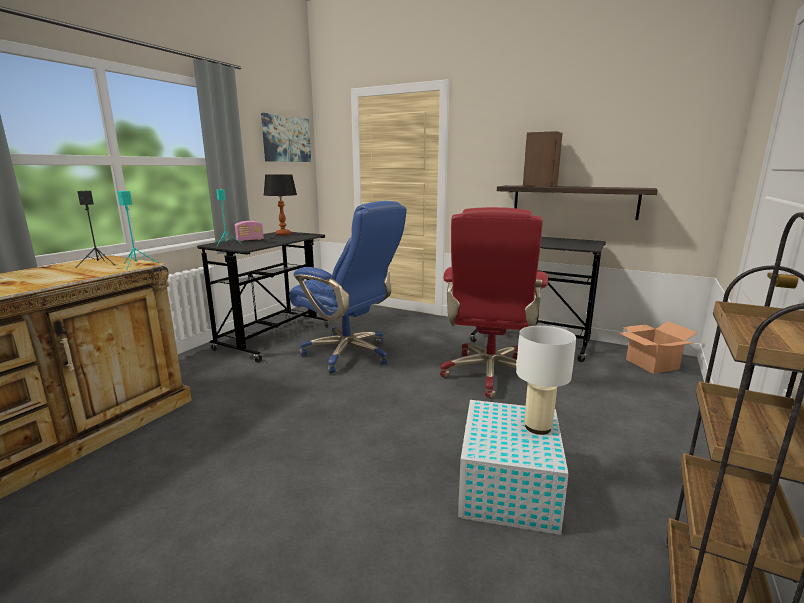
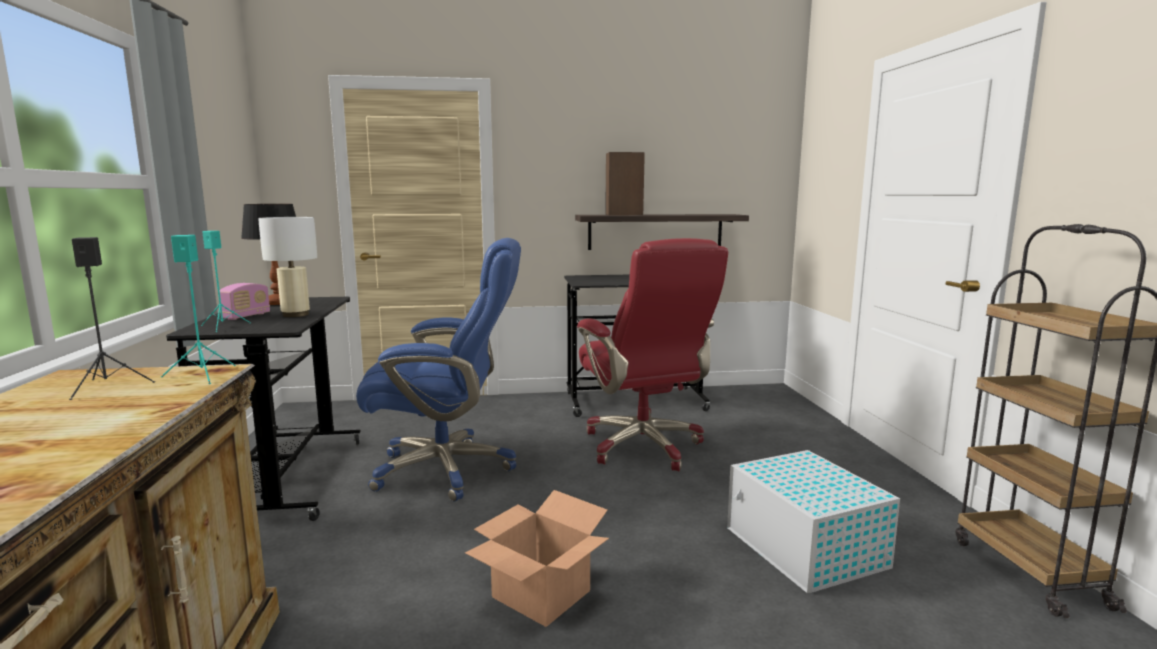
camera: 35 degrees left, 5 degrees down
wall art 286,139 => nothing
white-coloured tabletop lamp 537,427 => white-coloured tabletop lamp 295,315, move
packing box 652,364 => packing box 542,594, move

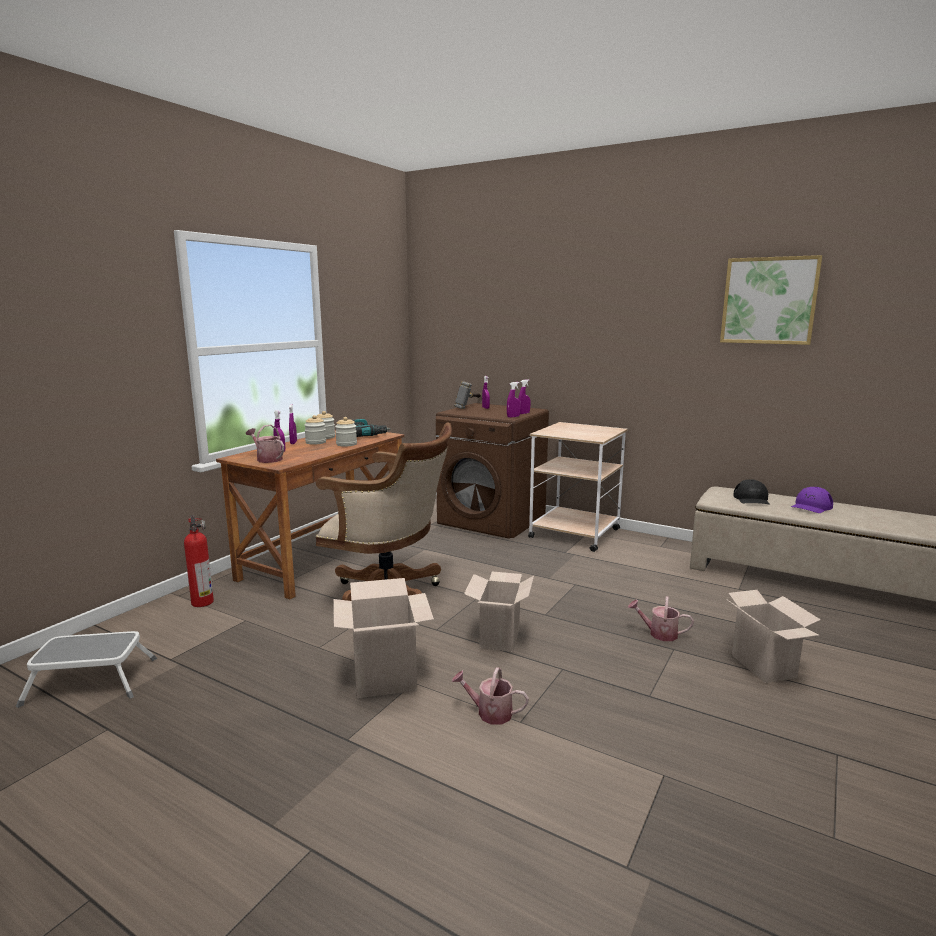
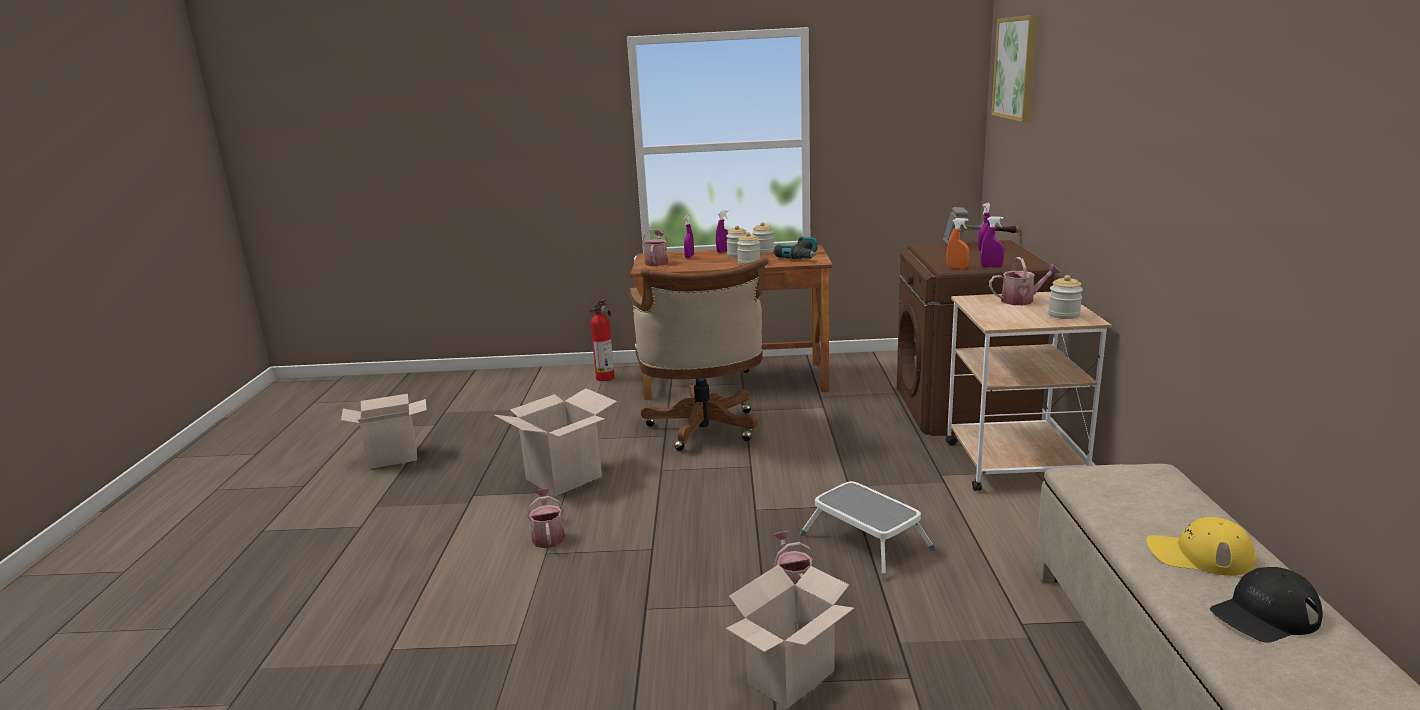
camera: 60 degrees right, 5 degrees up
greyish step stool 91,681 => greyish step stool 866,542, move
packing box 498,636 => packing box 395,457, move
purple-coloured sprayer 513,417 => orange-coloured sprayer 957,268
wall art 769,301 => wall art 1016,68, move
black-coloured baseball cap 752,499 => black-coloured baseball cap 1265,615, move
purple-coloured baseball cap 811,507 => yellow baseball cap 1199,555
nothing => sprinkling can 1022,300
nothing => preserve jar 1063,315

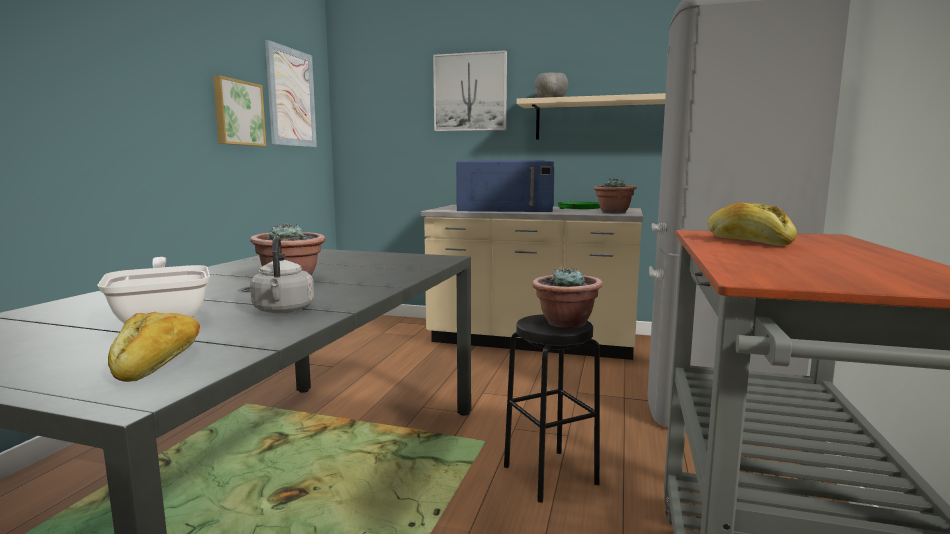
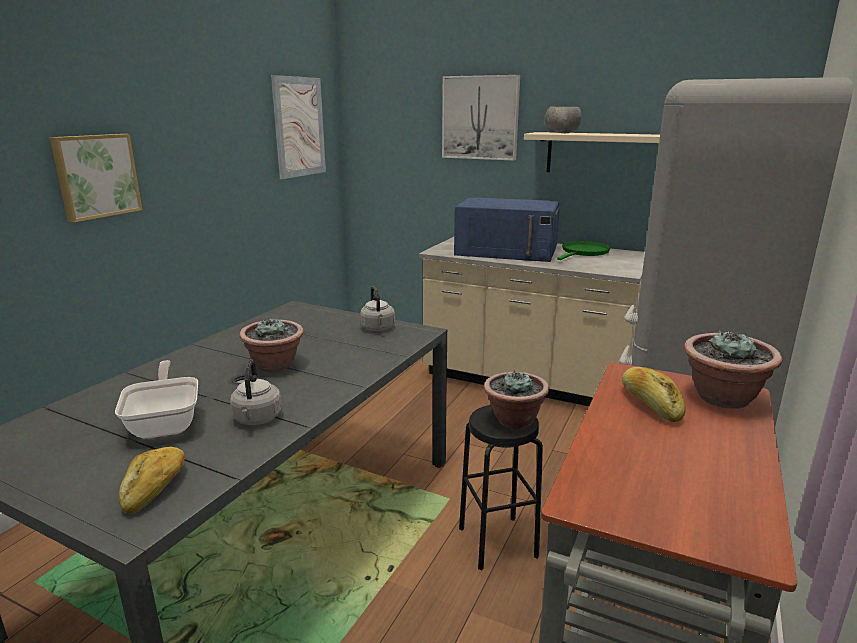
camera: 10 degrees right, 10 degrees up
wall art 238,113 => wall art 96,176, move
potted plant 613,212 => potted plant 723,398, move
nothing => greyish water kettle 378,328

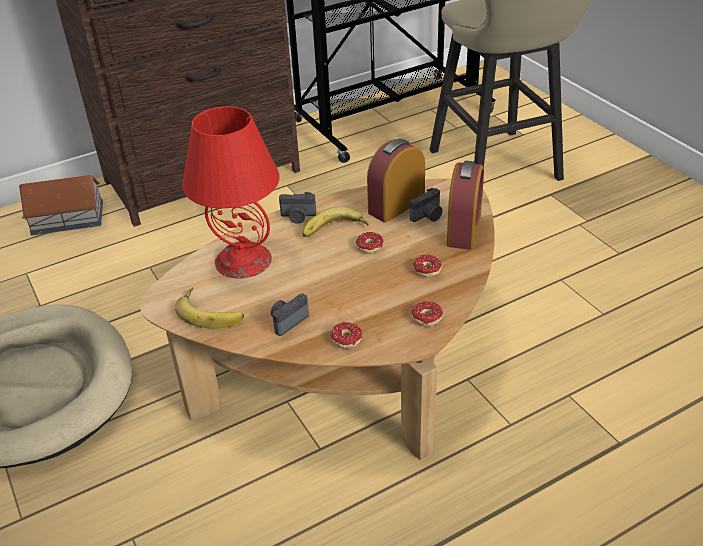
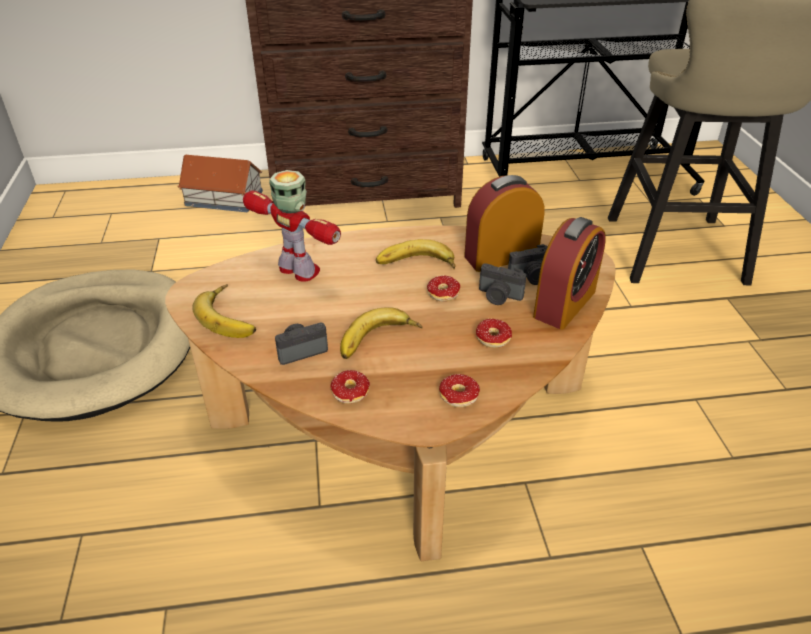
camera: 20 degrees right, 0 degrees up
reddish tabletop lamp 242,260 => model robot 299,271
photo camera 298,217 => photo camera 499,296, move
nothing => banana 379,341

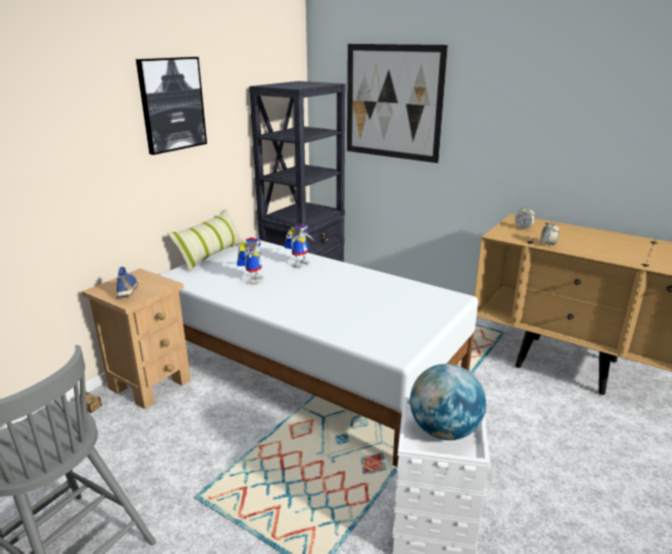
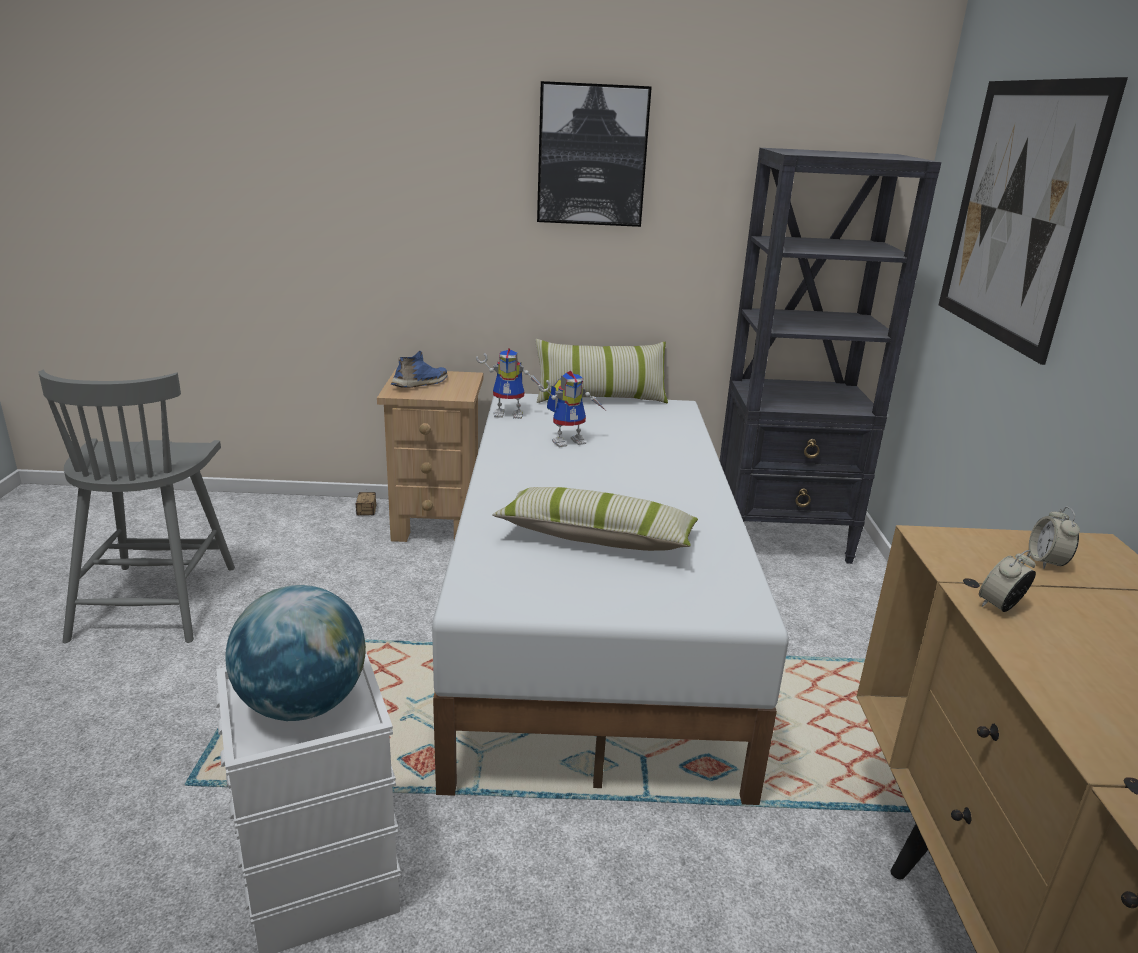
camera: 55 degrees right, 0 degrees up
model robot 300,263 => model robot 511,414, move
nothing => cushion 597,537

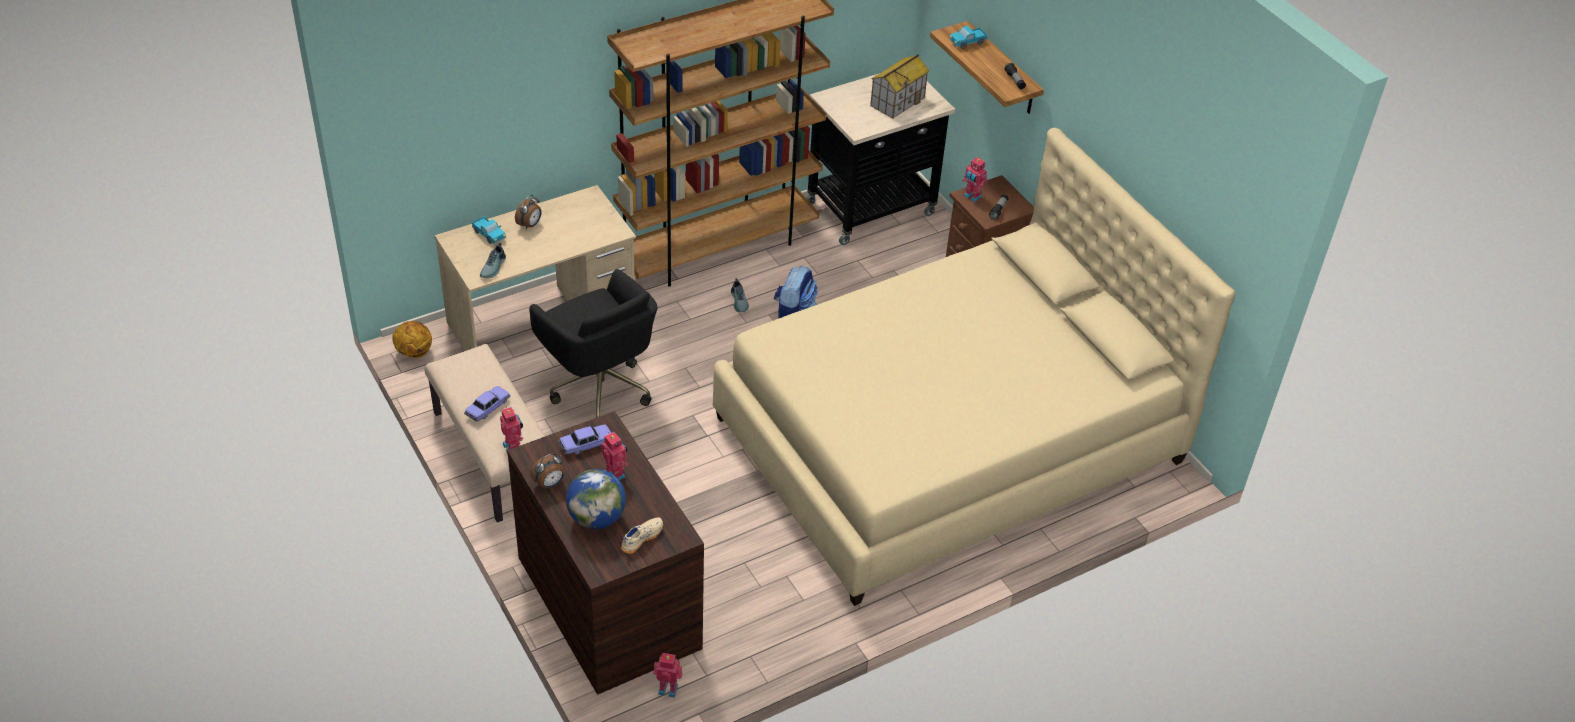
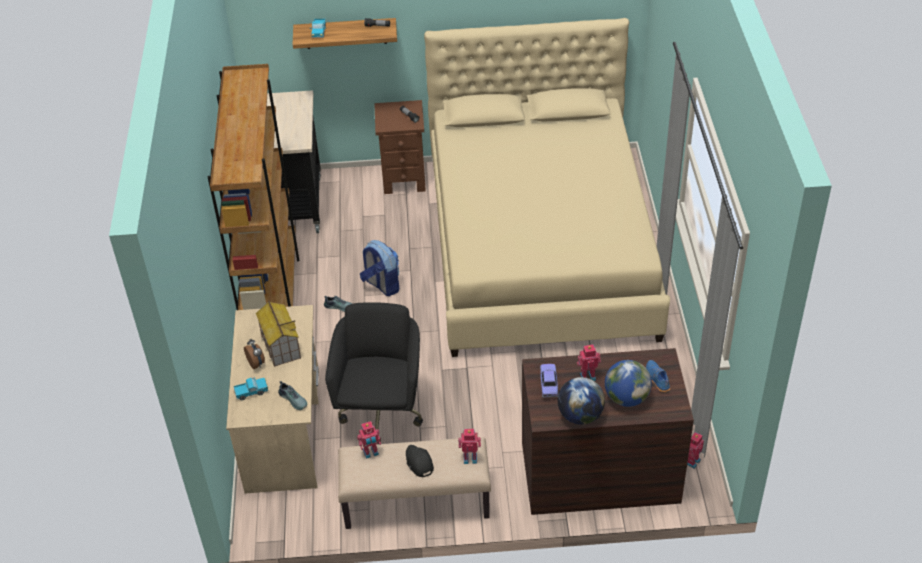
camera: 60 degrees left, 0 degrees up
ball for basketball 414,352 => nothing
model car 488,408 => black-coloured baseball cap 418,463
black-coloured office chair 598,389 => black-coloured office chair 381,416, 75 degrees counterclockwise
alarm clock 550,484 => world globe 580,415
beige low shoe 641,538 => bluish low shoe 656,379
toy house 897,101 => toy house 280,346, move
model robot 972,196 => model robot 371,453, move

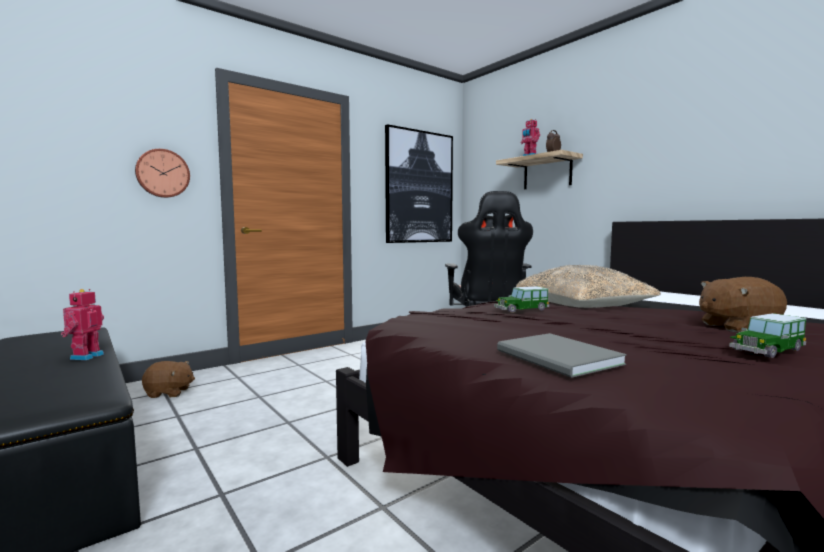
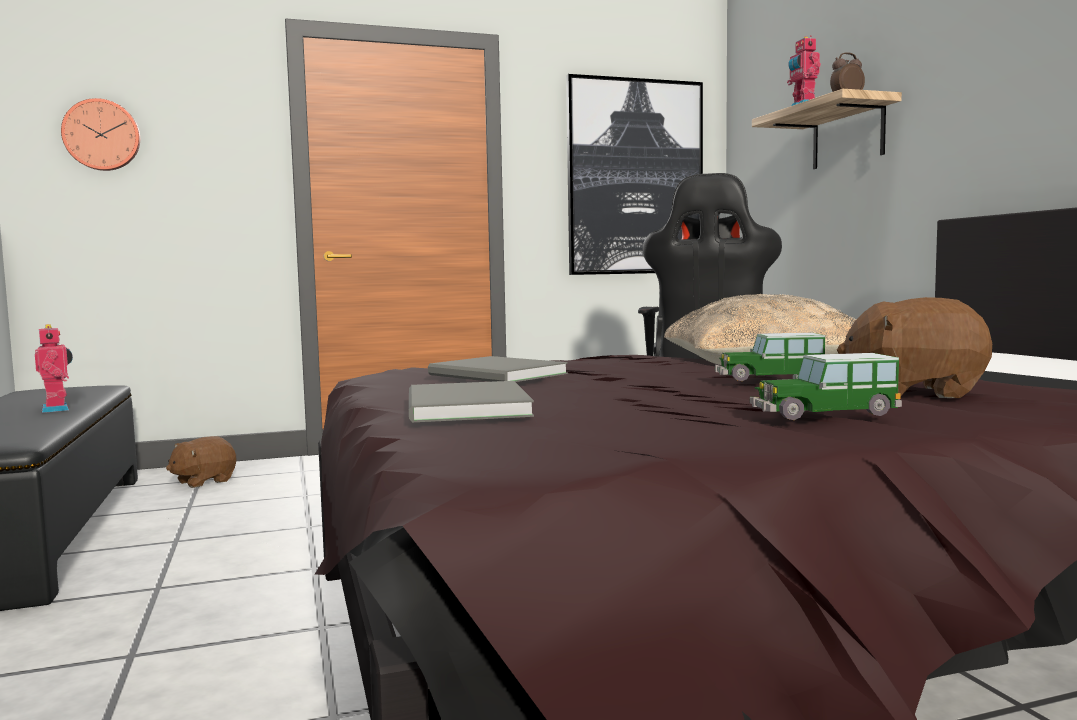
camera: 20 degrees right, 0 degrees up
model robot 85,356 => model robot 58,409, 120 degrees clockwise
hanging clock 162,173 => hanging clock 102,135, move
brown plush toy 169,393 => brown plush toy 203,481, 120 degrees clockwise
model car 521,309 => model car 769,378, move
nothing => greyish bound book 497,375

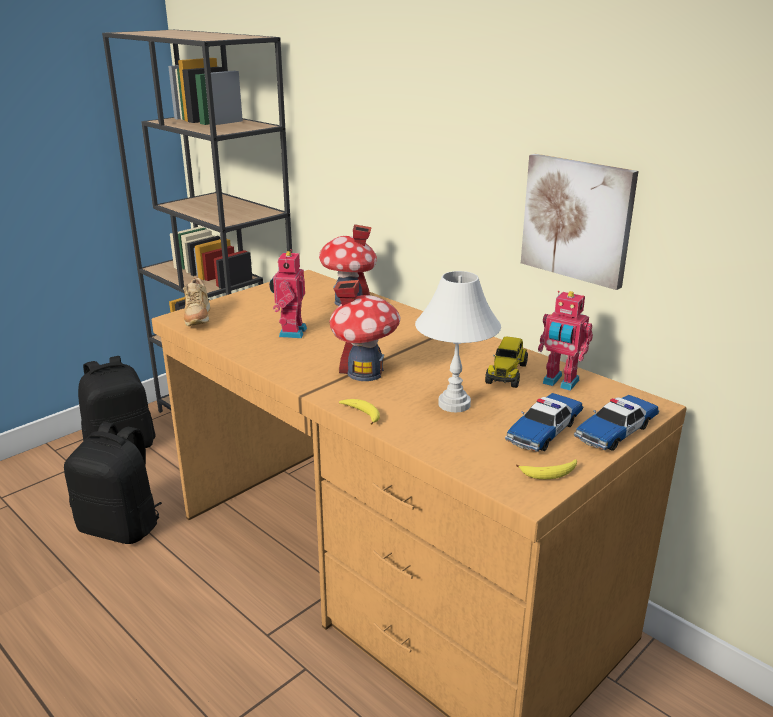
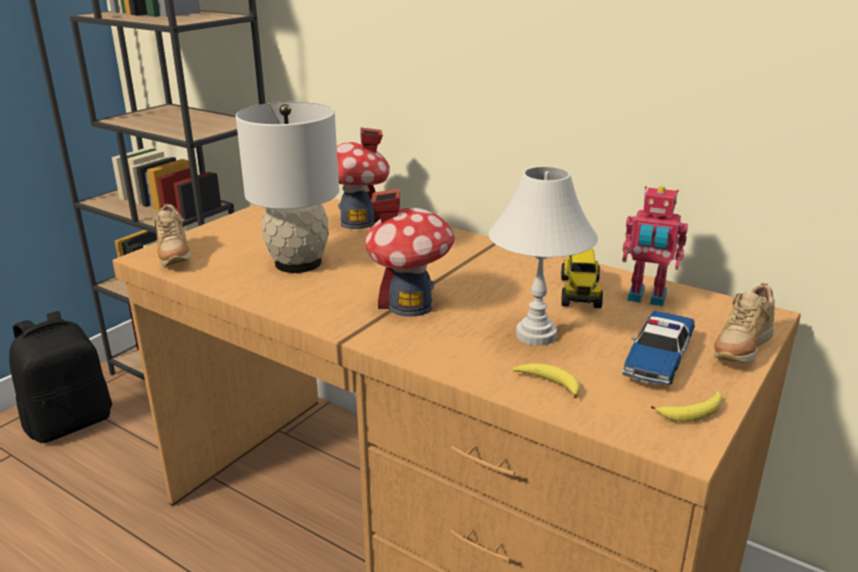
camera: 10 degrees left, 0 degrees up
black-coloured knapsack 122,527 => nothing
model robot 290,332 => white-coloured tabletop lamp 298,263
banana 362,414 => banana 548,384, move
wall art 577,219 => nothing
model car 615,431 => beige low shoe 740,350

